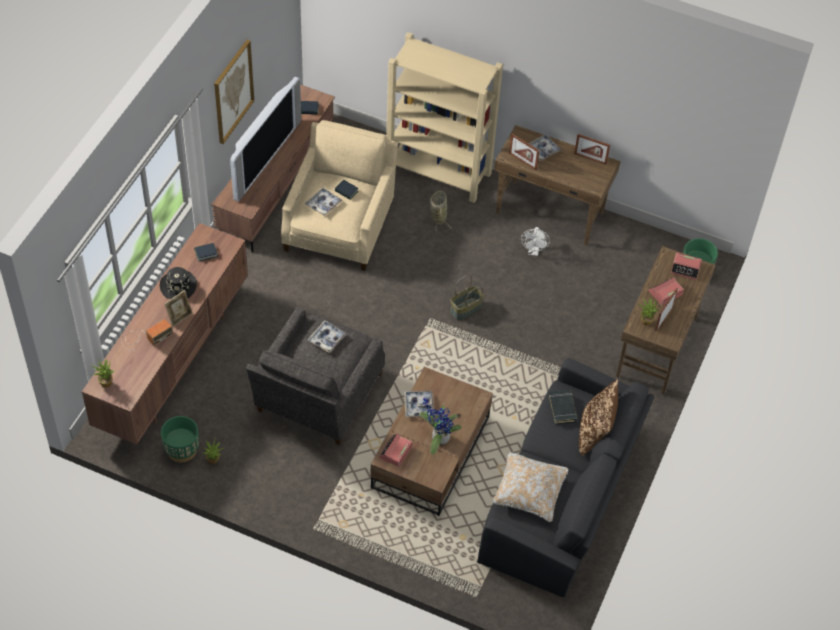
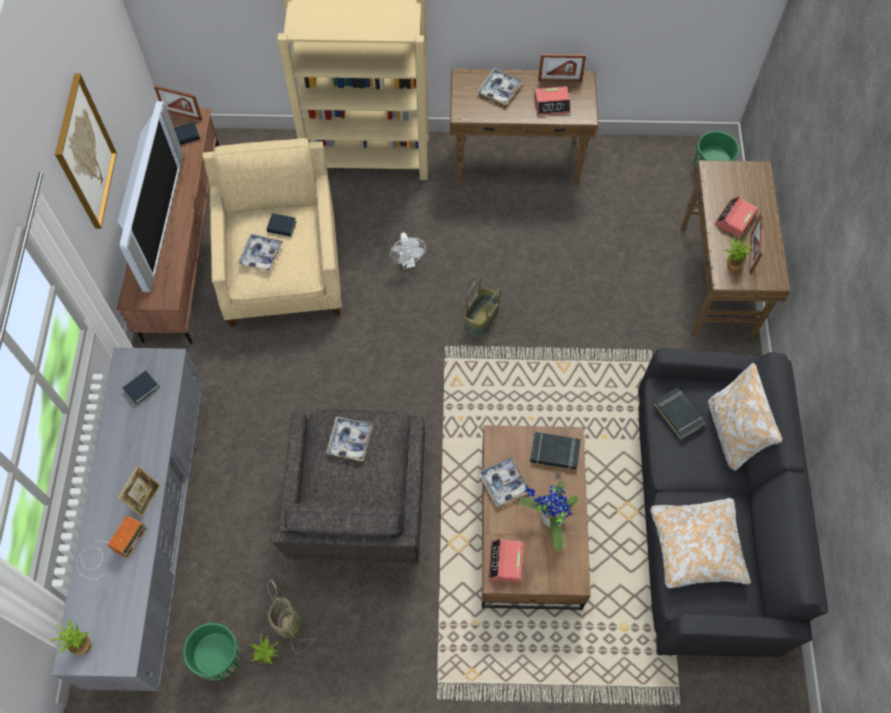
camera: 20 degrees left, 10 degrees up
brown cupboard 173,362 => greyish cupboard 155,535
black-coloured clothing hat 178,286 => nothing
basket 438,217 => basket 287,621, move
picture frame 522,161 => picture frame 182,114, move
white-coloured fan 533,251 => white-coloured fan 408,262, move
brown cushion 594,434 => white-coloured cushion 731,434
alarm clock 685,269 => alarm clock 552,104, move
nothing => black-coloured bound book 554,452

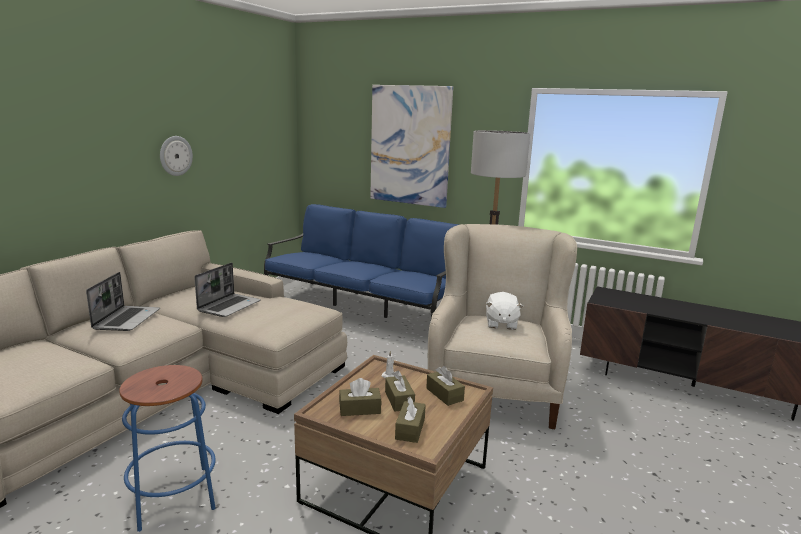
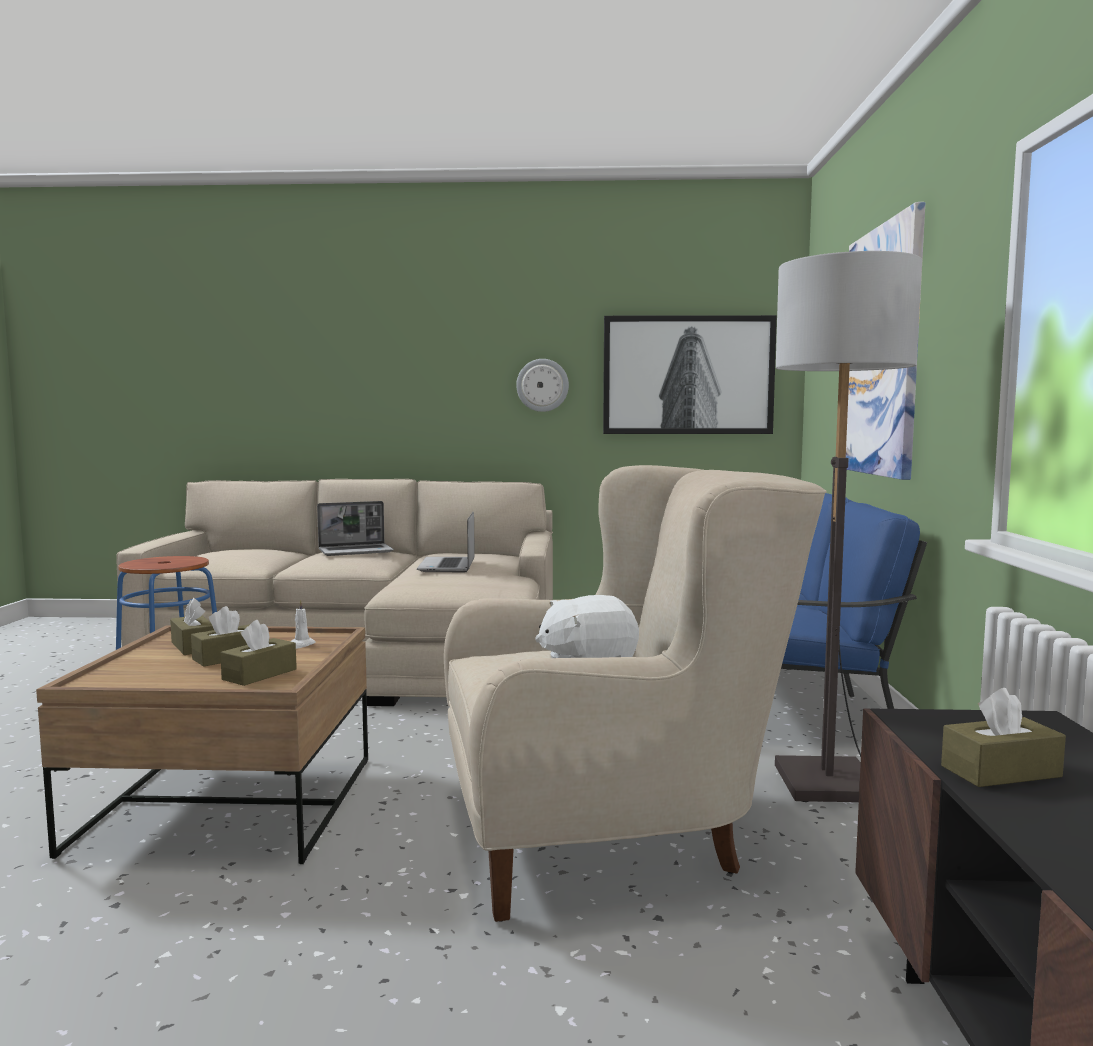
camera: 65 degrees right, 10 degrees down
laptop 229,306 => laptop 448,566, 90 degrees clockwise
brown tissue box 410,429 => brown tissue box 1000,771, move
nothing => wall art 688,375

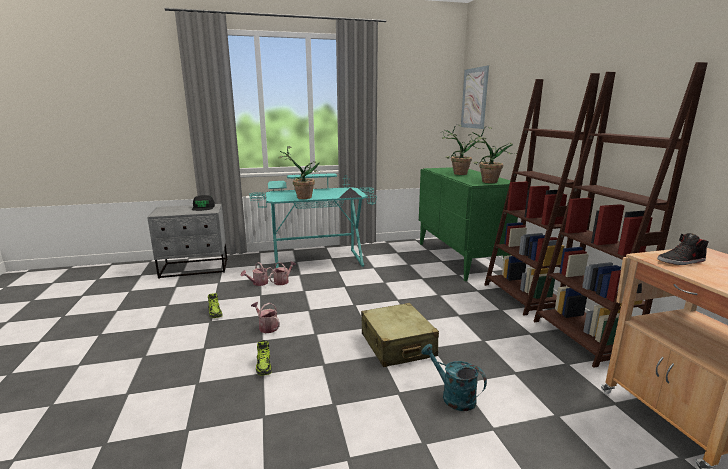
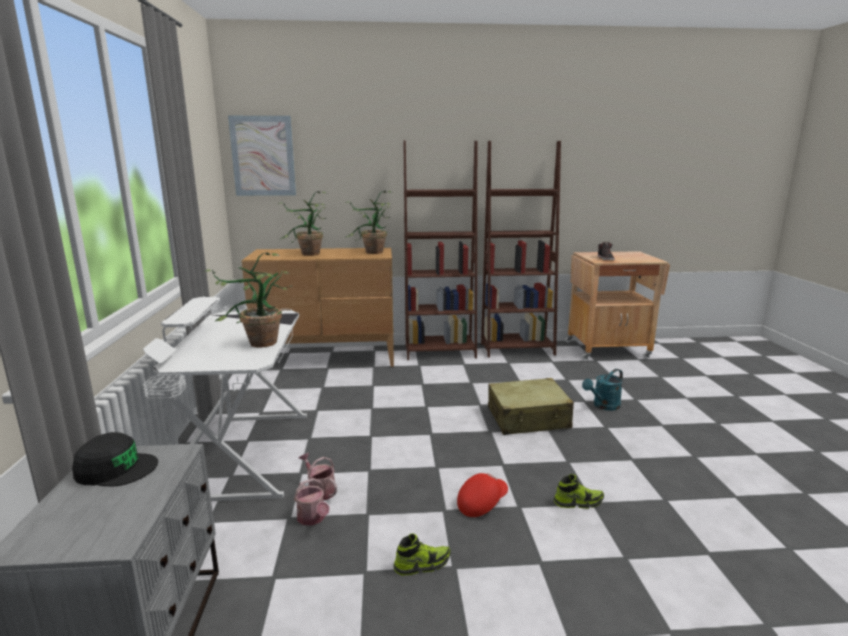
camera: 80 degrees left, 0 degrees up
blue-green desk table 317,260 => white-coloured desk table 246,453
sprinkling can 266,327 => reddish baseball cap 481,503
green-coloured cupboard 459,258 => brown cupboard 327,358

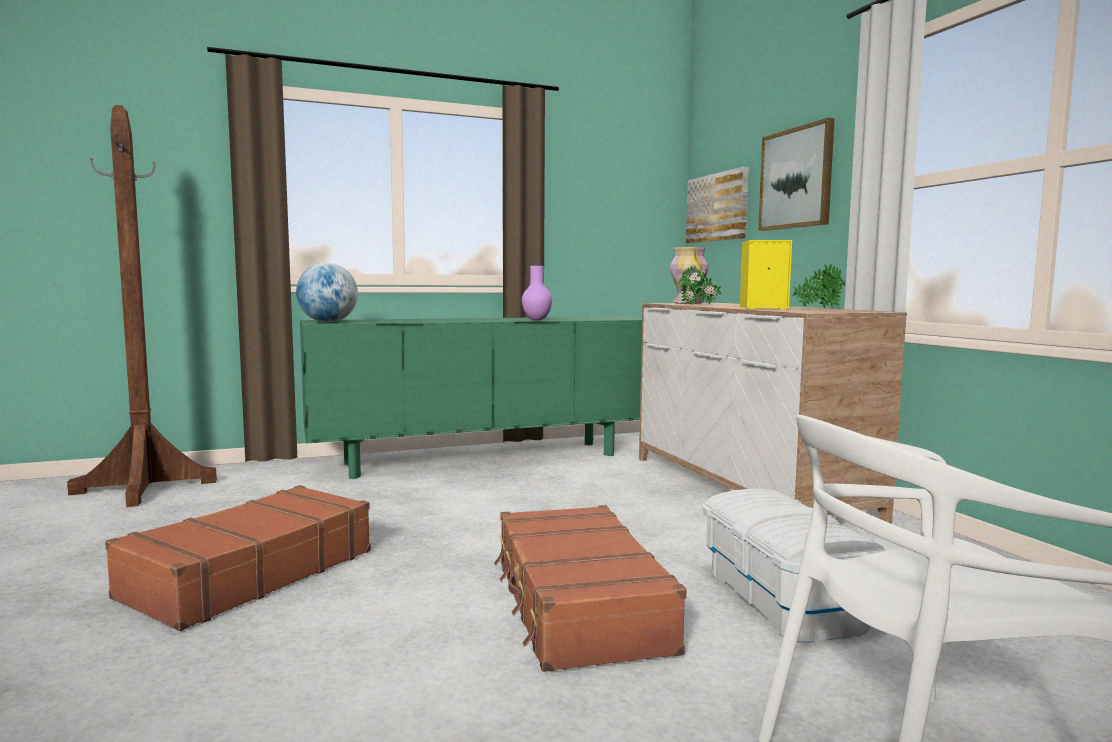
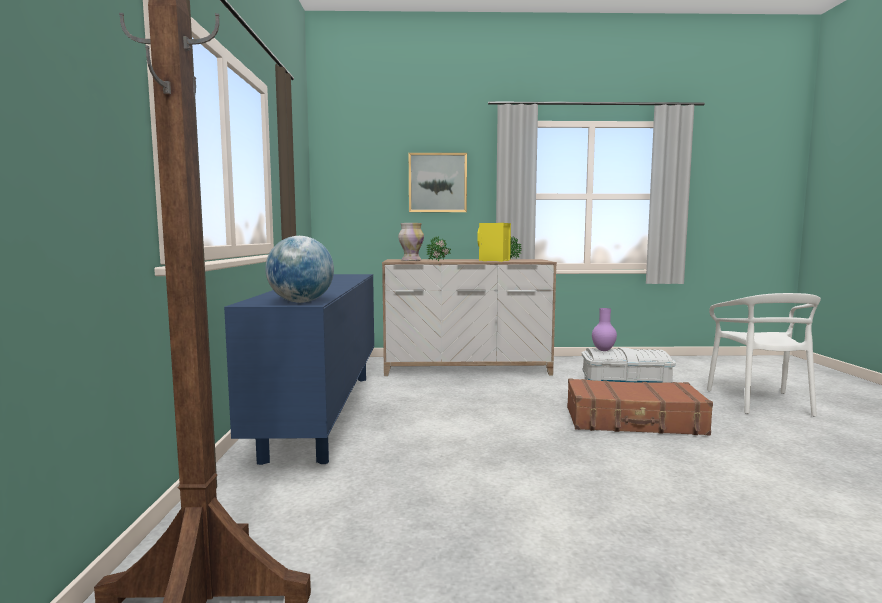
camera: 70 degrees left, 0 degrees up
brown piece of luggage 249,574 => nothing
green-coloured cupboard 483,459 => bluish cupboard 323,412
purple-coloured flower vase 536,320 => purple-coloured flower vase 604,350, move
wall art 717,207 => nothing

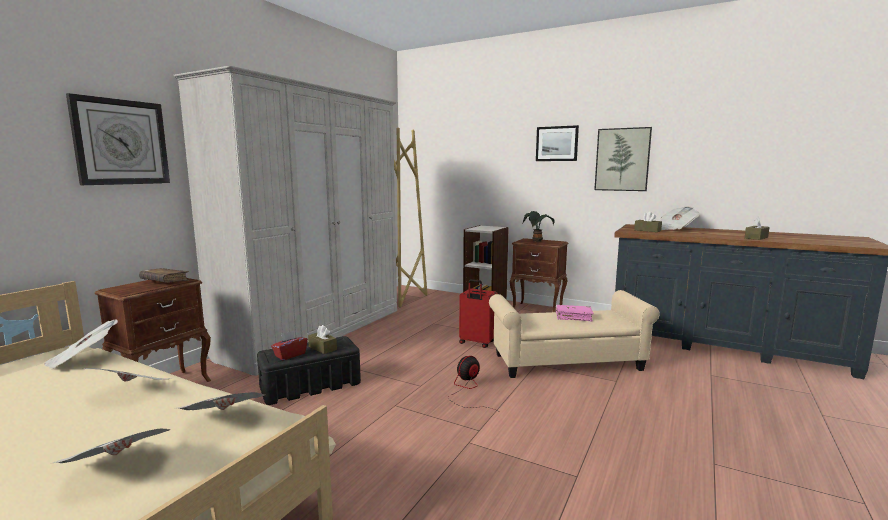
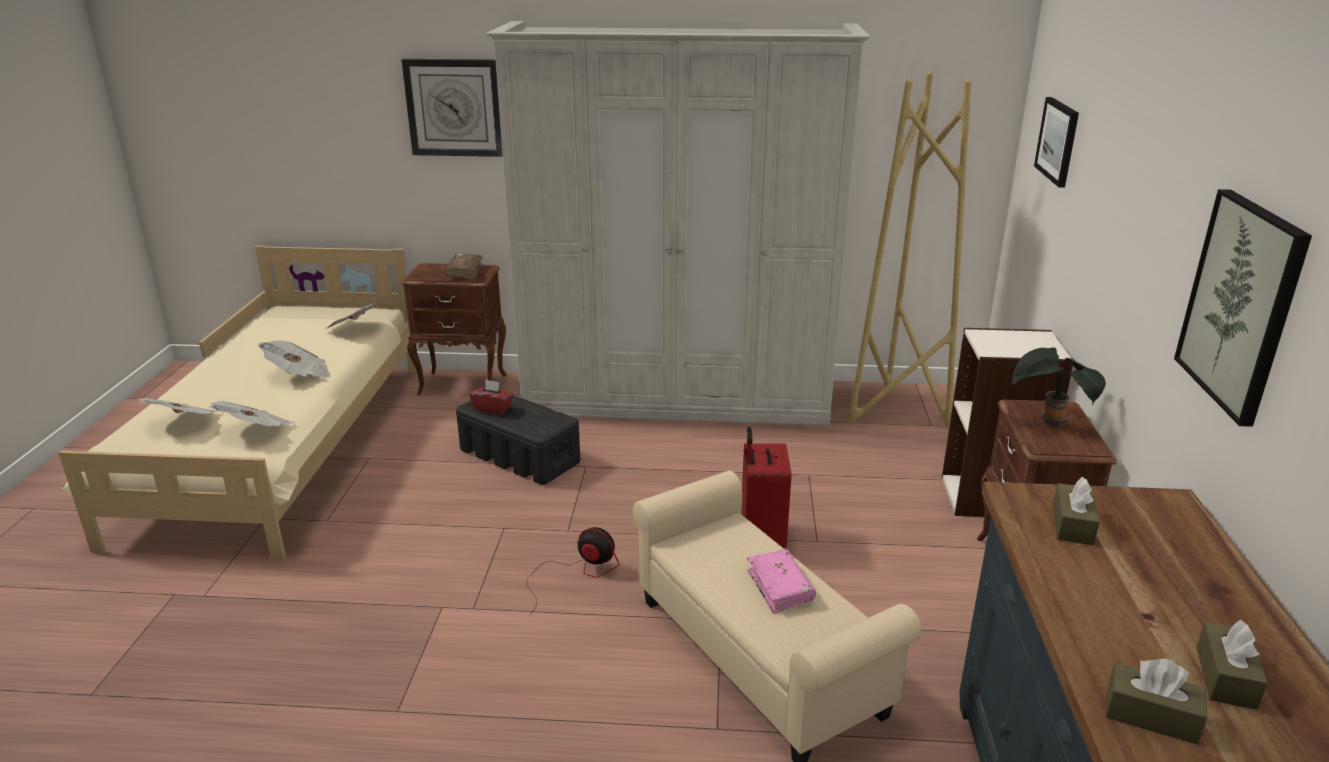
camera: 65 degrees right, 15 degrees up
brown tissue box 322,348 => brown tissue box 1225,677, move
wall art 557,143 => wall art 1058,141, move
printed paper 675,229 => nothing

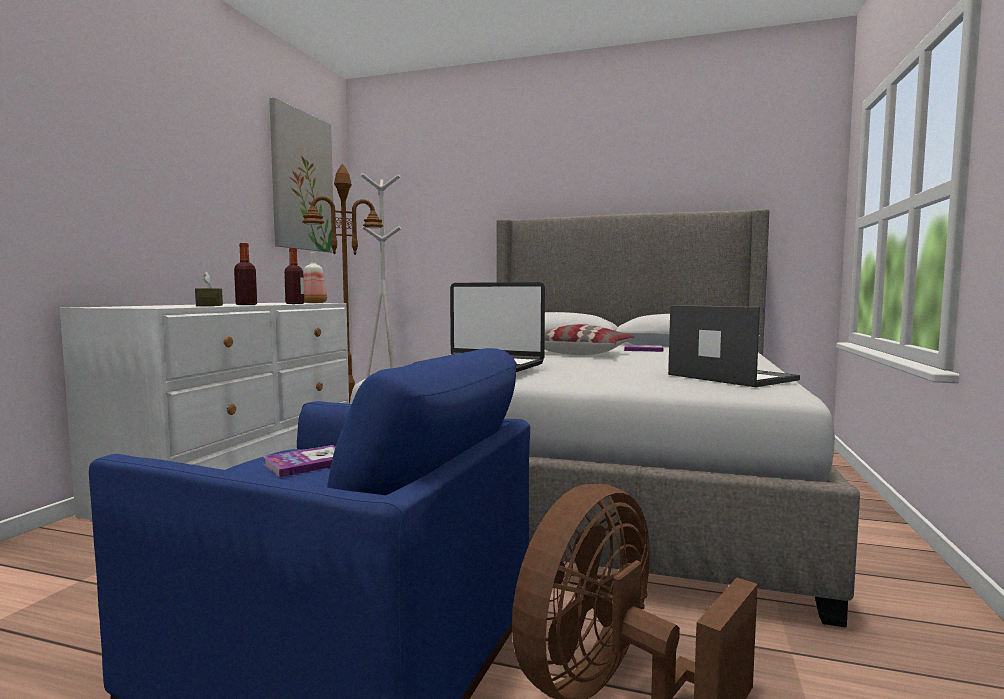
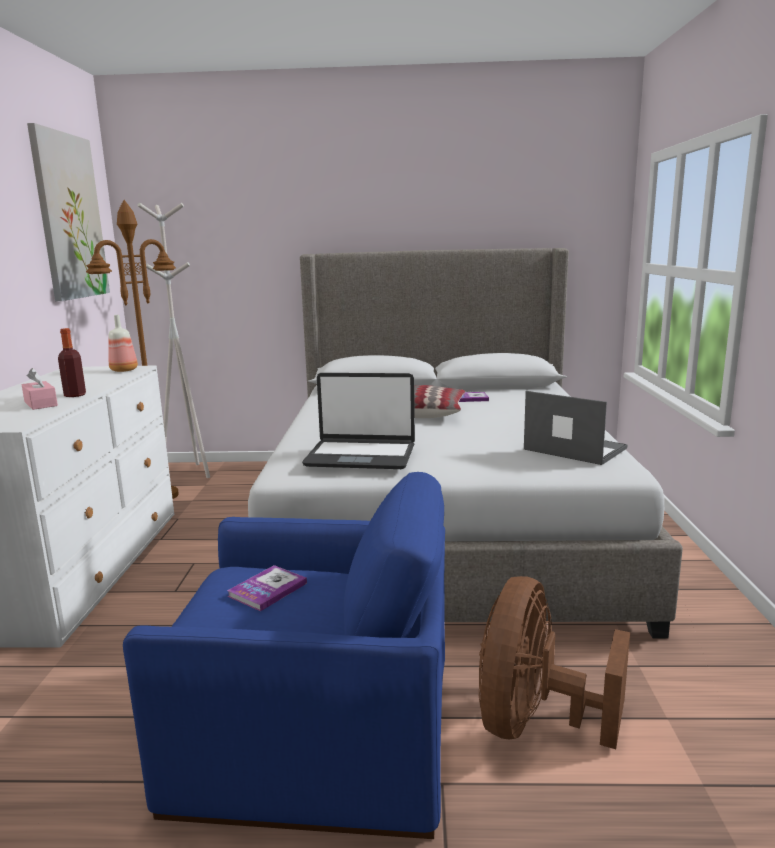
camera: 15 degrees left, 10 degrees up
brown tissue box 209,305 => pink tissue box 40,404
drink bottle 295,303 => nothing

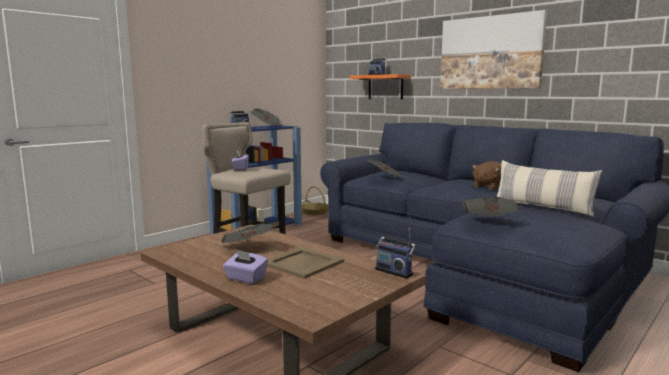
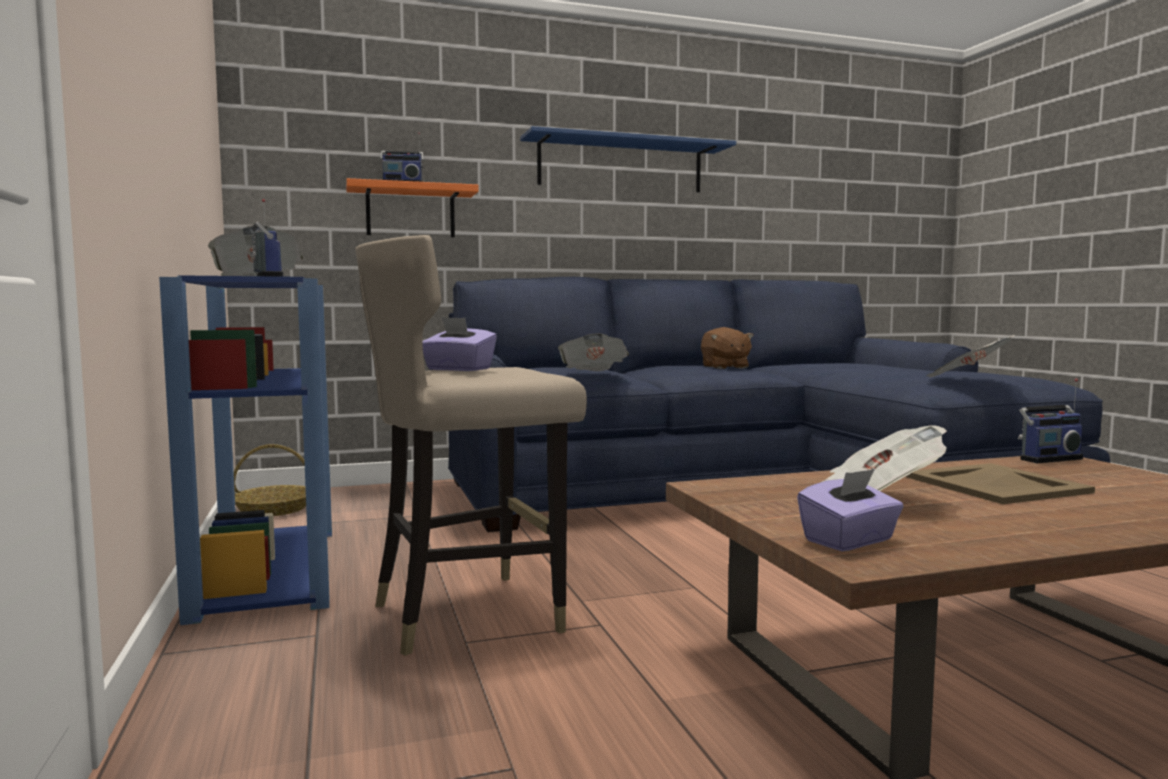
camera: 60 degrees left, 5 degrees down
purple-coloured tissue box 245,278 => purple-coloured tissue box 849,541, move
wall art 490,52 => bluish bracket shelf 621,166
cushion 542,208 => nothing

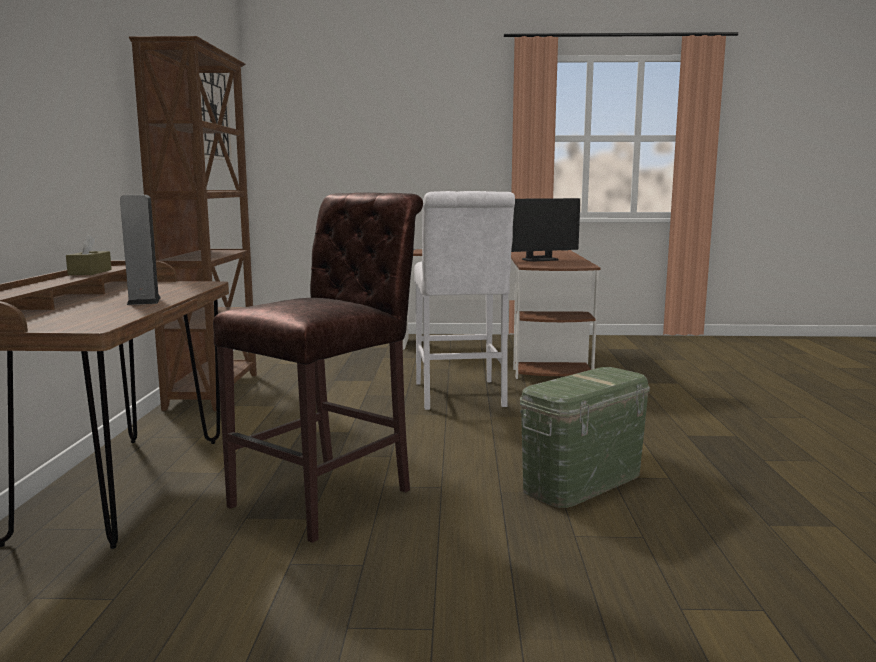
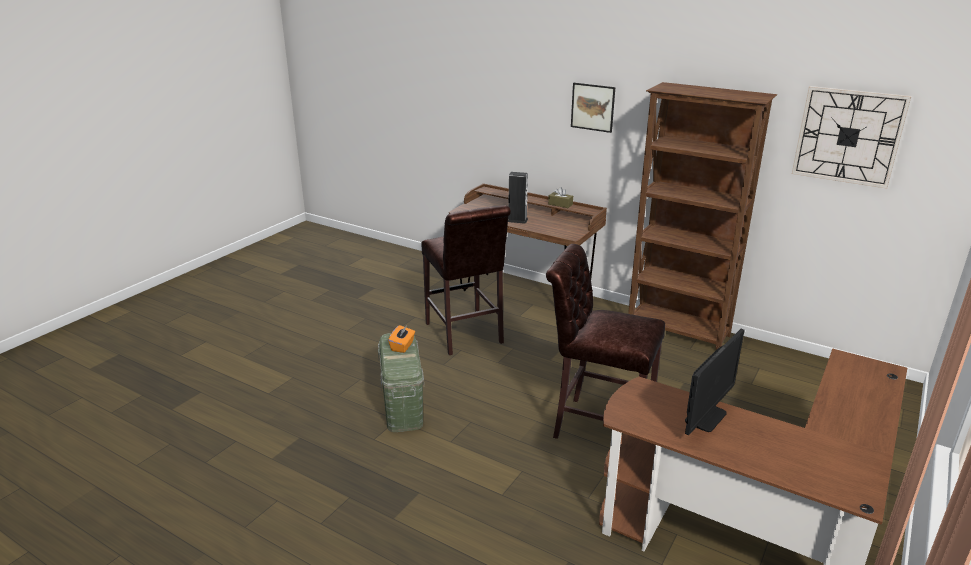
camera: 120 degrees right, 15 degrees up
white-coloured stool 459,396 => brown stool 597,425
monitor 540,260 => monitor 705,417, 150 degrees counterclockwise
nothing => orange-coloured tissue box 402,346
nothing => wall art 592,107

